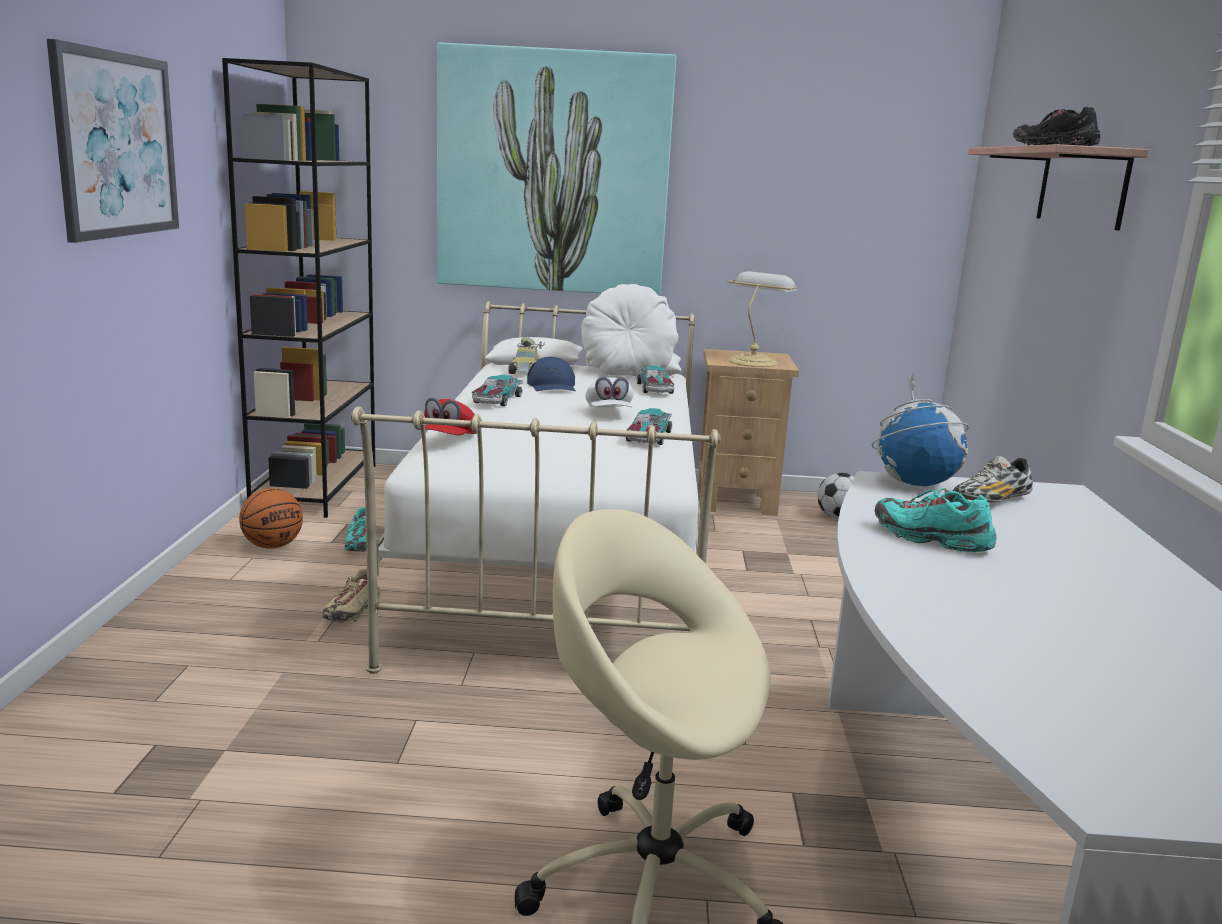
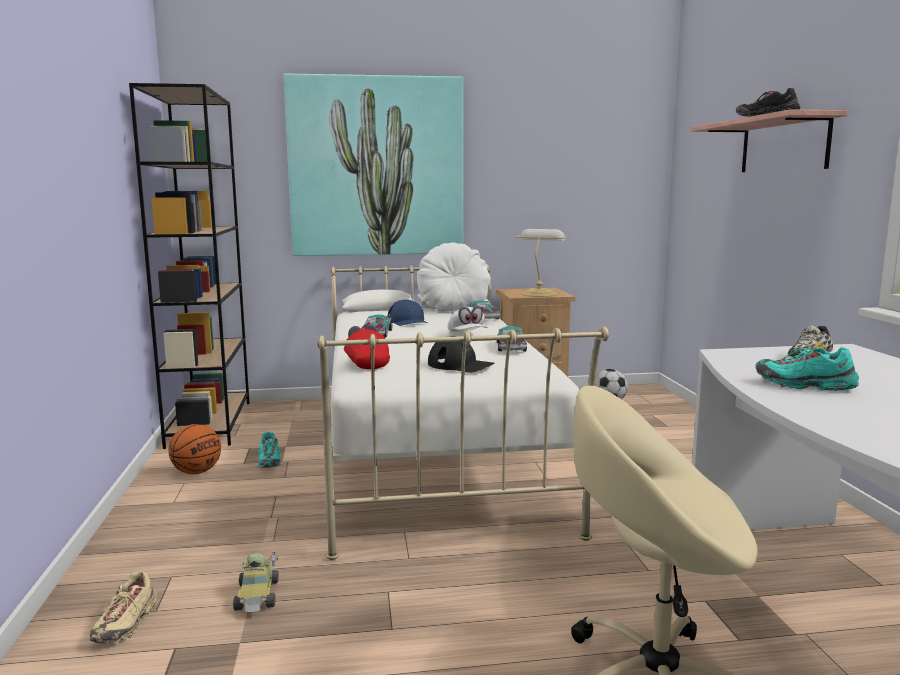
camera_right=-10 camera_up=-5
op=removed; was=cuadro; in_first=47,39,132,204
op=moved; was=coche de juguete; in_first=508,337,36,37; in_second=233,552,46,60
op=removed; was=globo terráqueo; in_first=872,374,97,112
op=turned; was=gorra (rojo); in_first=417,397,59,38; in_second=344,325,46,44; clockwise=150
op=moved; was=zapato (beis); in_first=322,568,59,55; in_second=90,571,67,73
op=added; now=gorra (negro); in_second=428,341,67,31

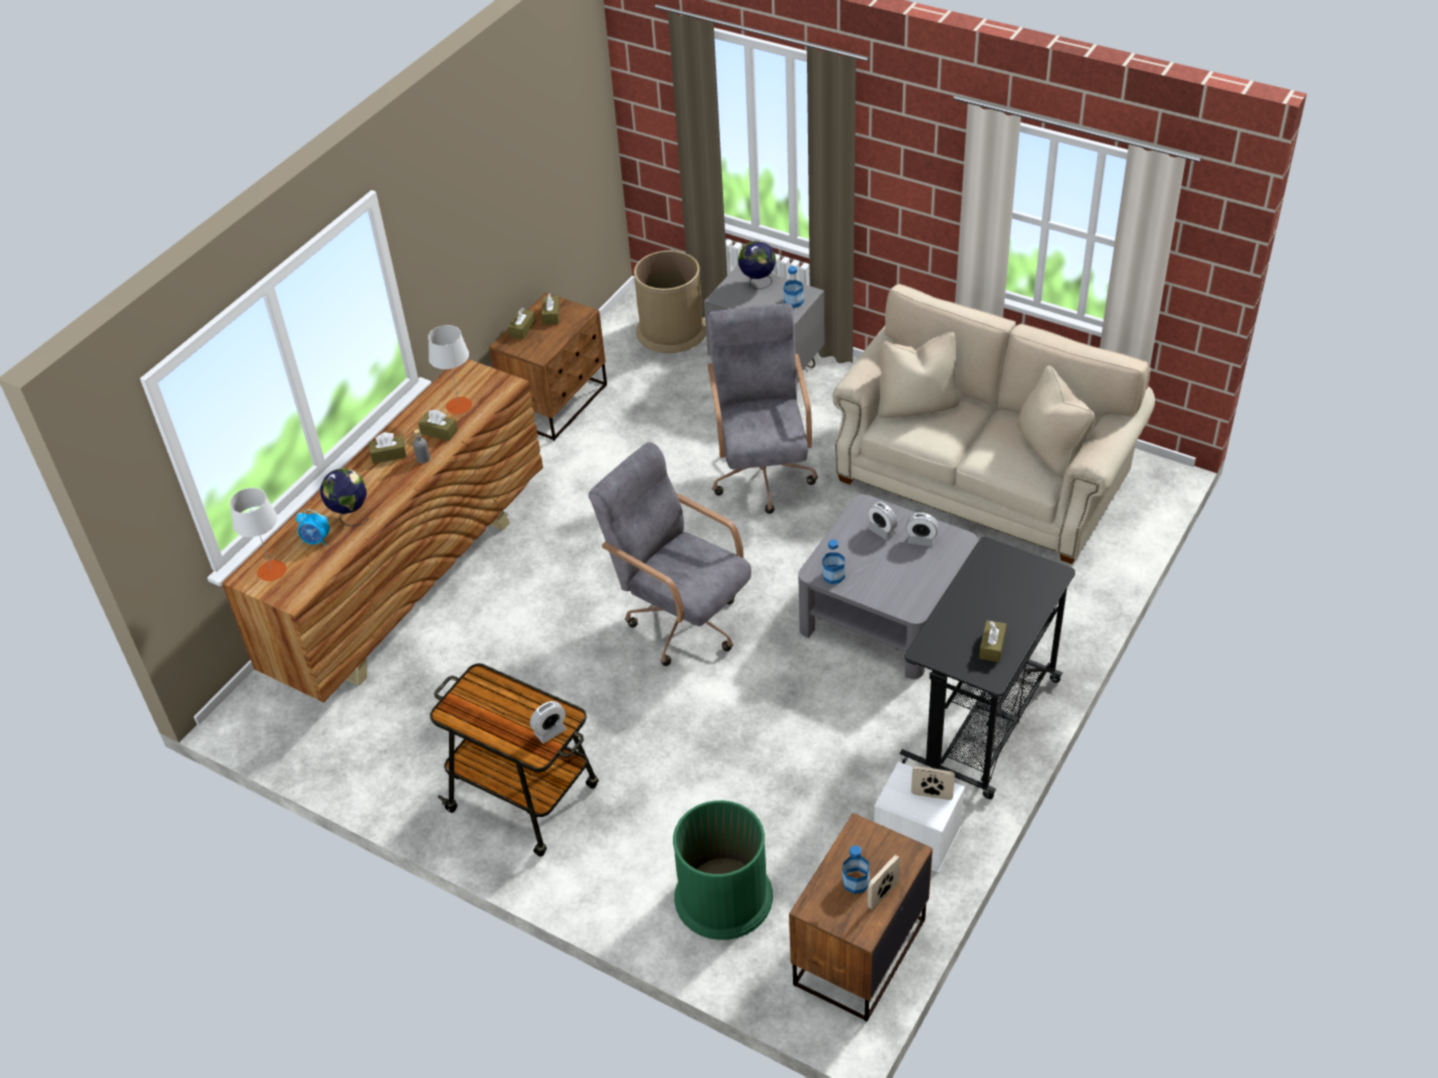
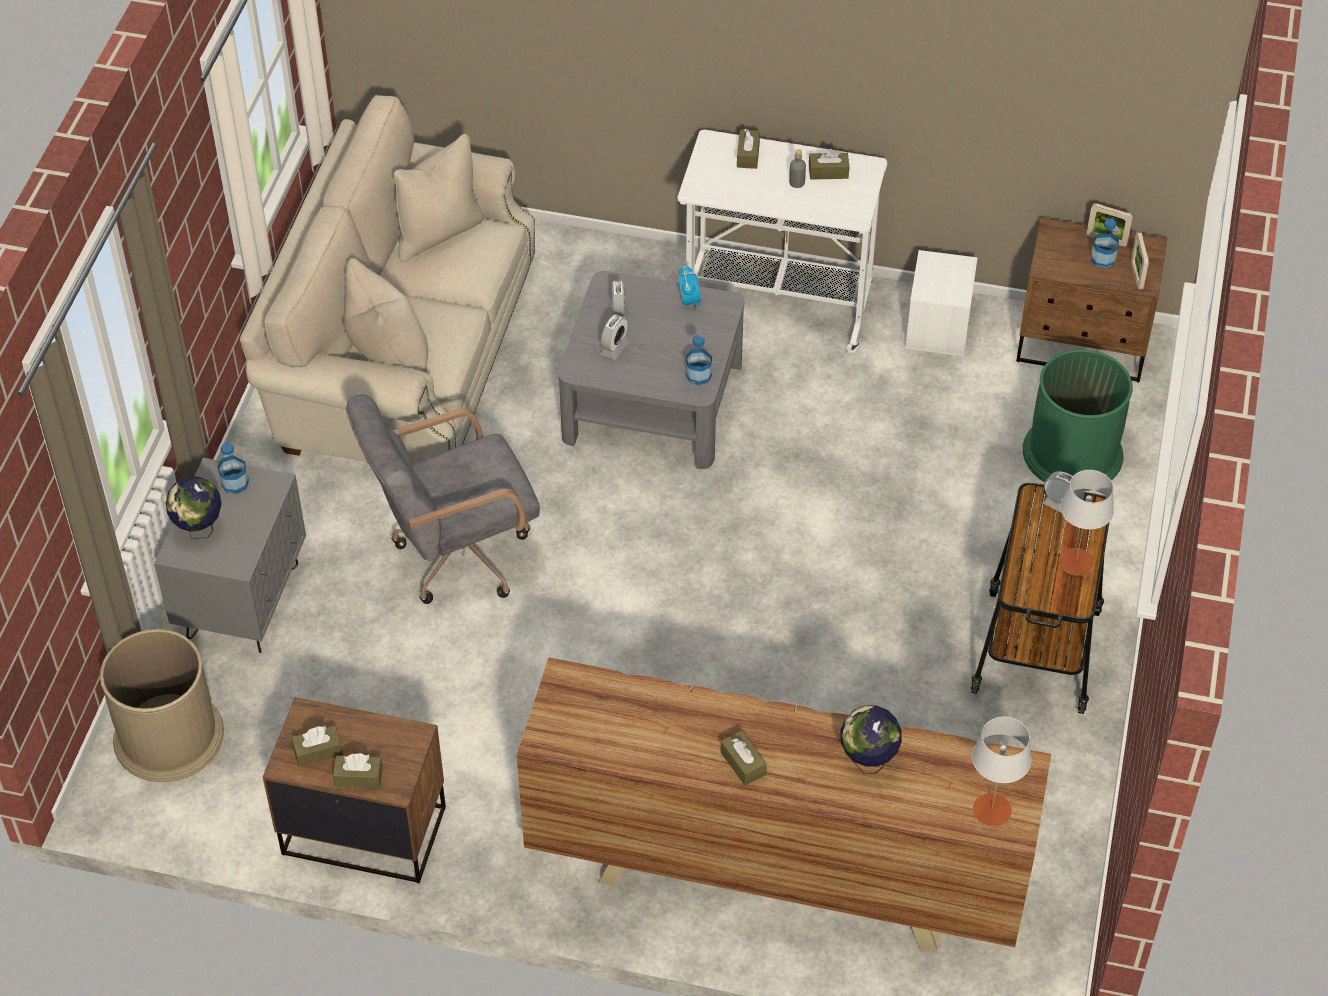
camera_right=-110 camera_up=5
op=moved; was=lámpara de mesa (gris); in_first=428,325,44,89; in_second=1059,470,55,106
op=moved; was=caja de pañuelos (marrón); in_first=418,410,40,31; in_second=737,129,23,40
op=moved; was=botella (gris); in_first=413,429,17,34; in_second=789,149,17,39
op=removed; was=silla de oficina (gris); in_first=588,442,163,224
op=moved; was=despertador; in_first=296,509,34,37; in_second=679,265,22,45
op=recoloured; was=escritorio (negro); now=escritorio (blanco); in_first=900,537,175,262; in_second=678,130,210,223
op=moved; was=portarretratos; in_first=911,766,44,34; in_second=1131,232,18,57

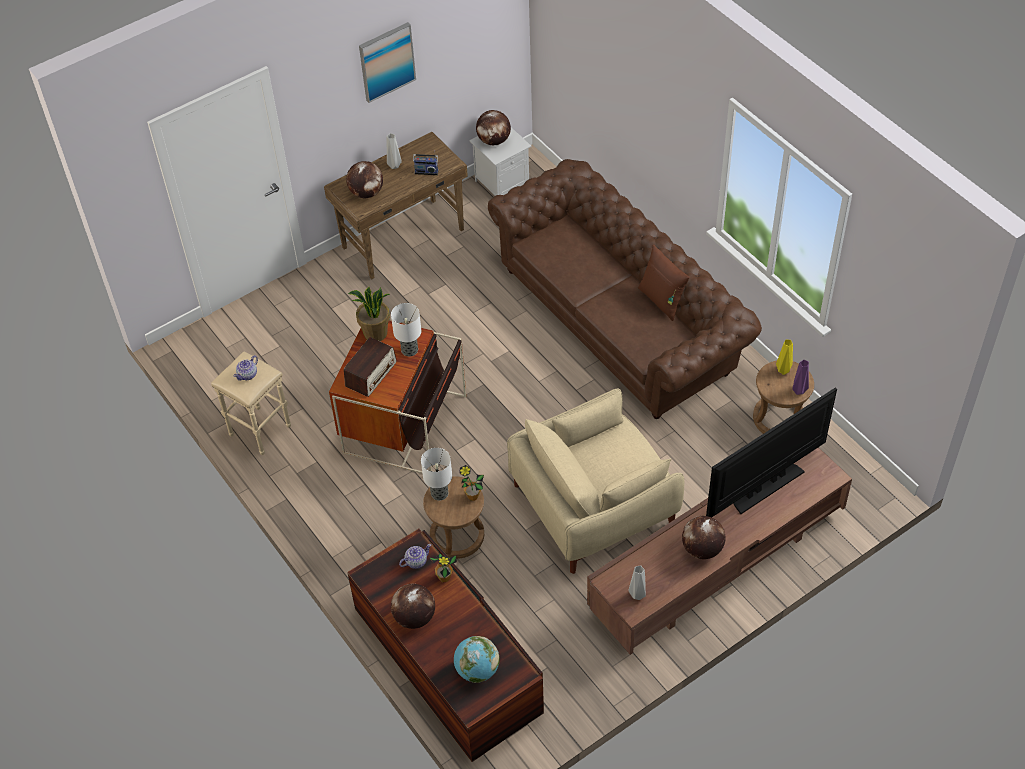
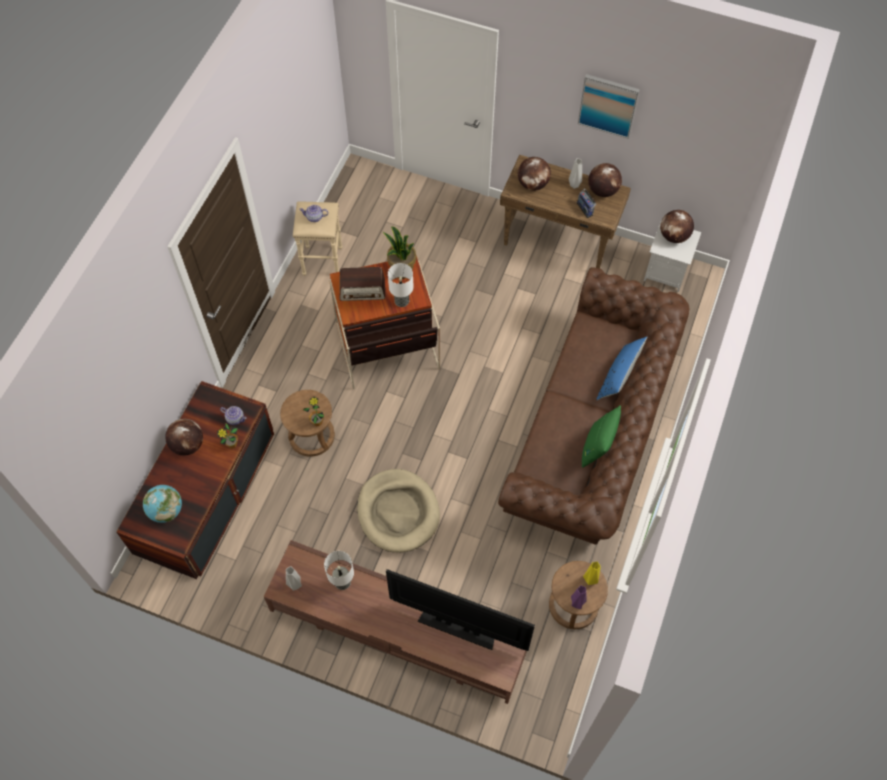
camera_right=55 camera_up=10
op=recoloured; was=cojín (marrón); now=cojín (verde); in_first=638,244,52,77; in_second=582,405,39,63
op=replaced; was=sillón (beis); now=cama para perro (beis); in_first=507,388,177,186; in_second=357,469,83,83
op=moved; was=lámpara de mesa; in_first=421,448,31,53; in_second=324,551,30,39
op=moved; was=globo terráqueo; in_first=682,516,44,43; in_second=588,163,34,34
op=added; now=cojín (azul); in_second=596,337,51,63

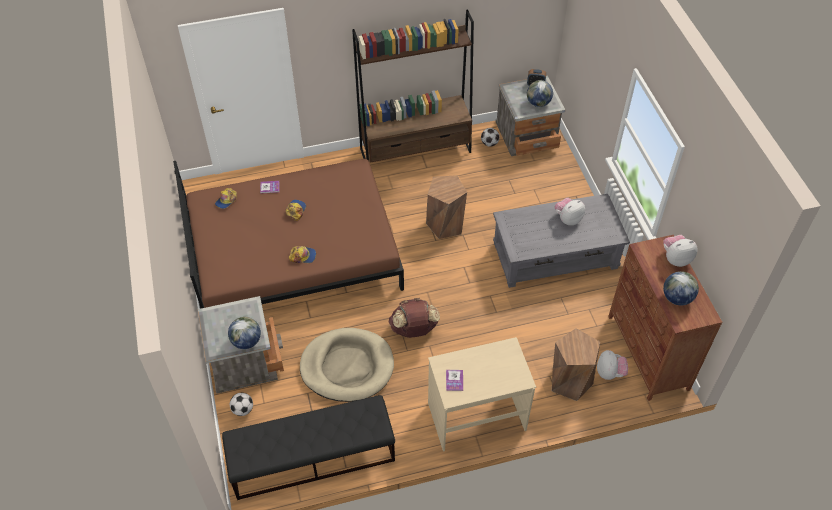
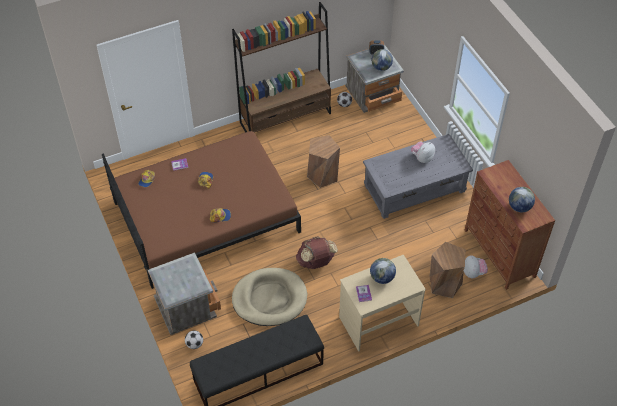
camera_right=-10 camera_up=0
op=removed; was=peluche; in_first=663,235,35,32
op=moved; was=globo terráqueo; in_first=228,317,33,32; in_second=370,258,26,26

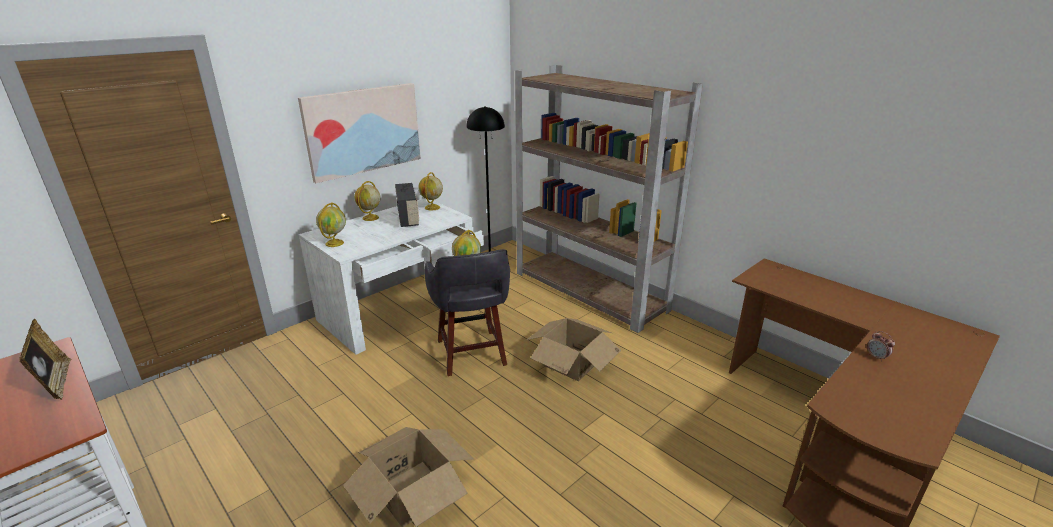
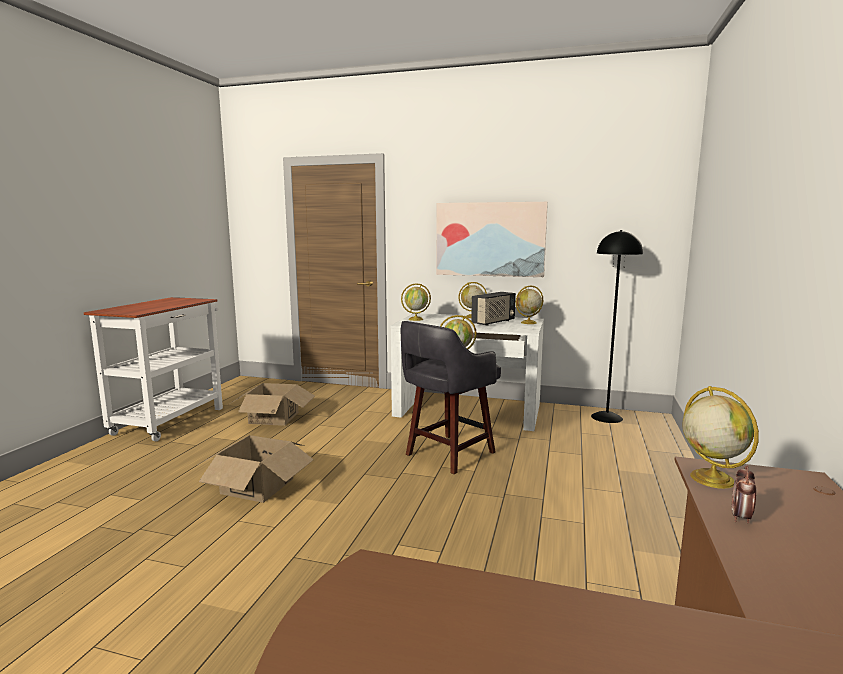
camera_right=60 camera_up=-15
op=removed; was=estantería (marrón); in_first=515,65,188,268
op=moved; was=caja de cartón; in_first=526,318,95,63; in_second=231,383,84,43
op=removed; was=portarretratos; in_first=19,319,52,81
op=moved; was=despertador; in_first=867,331,28,31; in_second=731,465,25,59
op=added; now=globo terráqueo; in_second=682,386,77,103

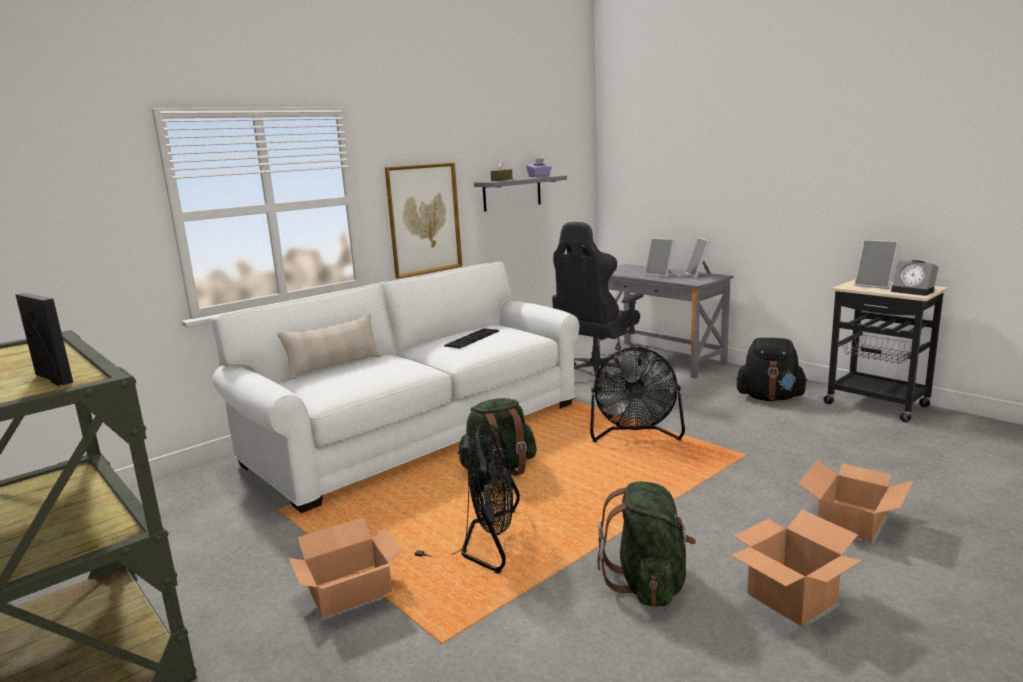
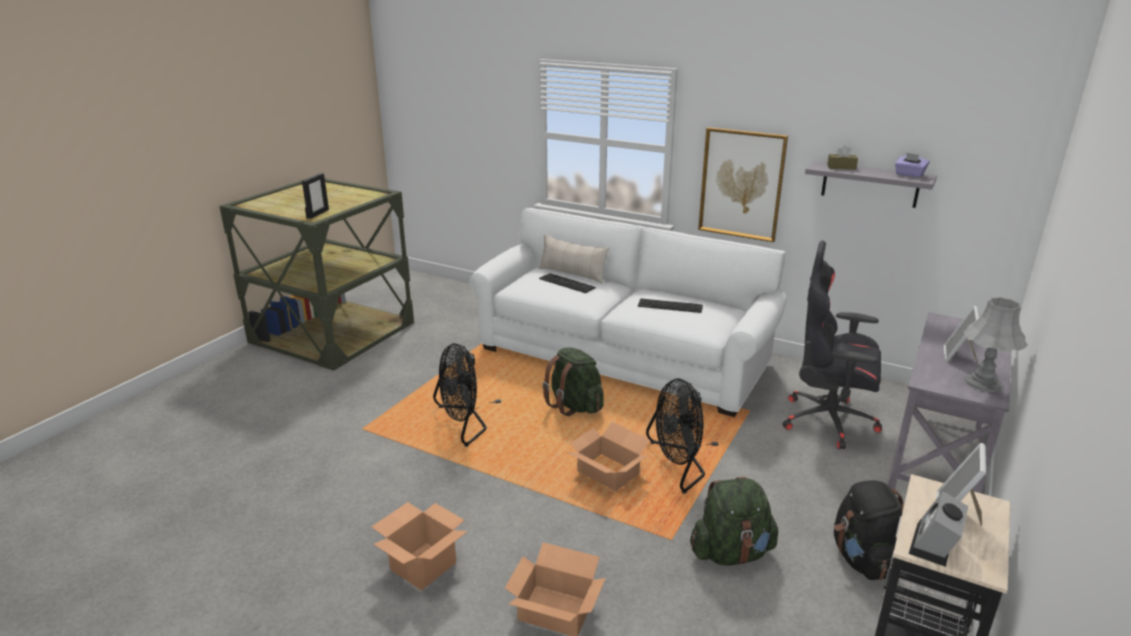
camera_right=70 camera_up=10
op=replaced; was=portarretratos; now=lámpara de mesa (gris); in_first=685,237,27,41; in_second=964,297,64,95
op=turned; was=ventilador (negro); in_first=414,423,106,151; in_second=433,343,69,104; clockwise=75
op=moved; was=mochila (verde); in_first=597,481,99,126; in_second=690,477,89,89
op=moved; was=caja de cartón; in_first=288,517,114,101; in_second=567,422,83,70
op=added; now=teclado; in_second=539,273,57,20

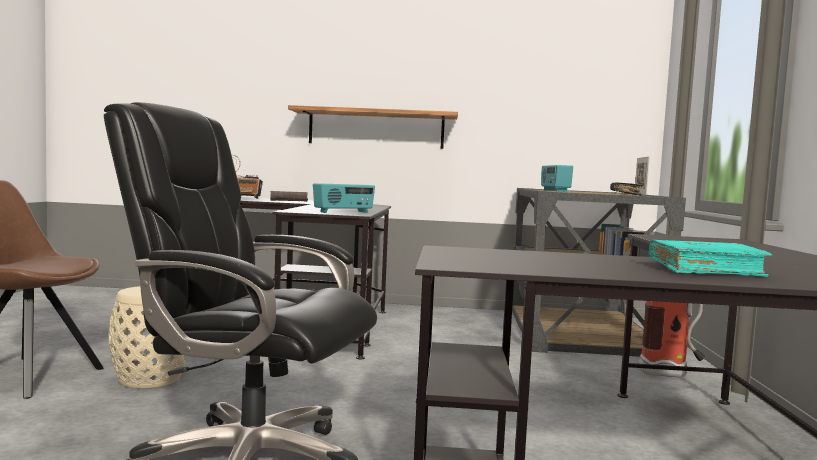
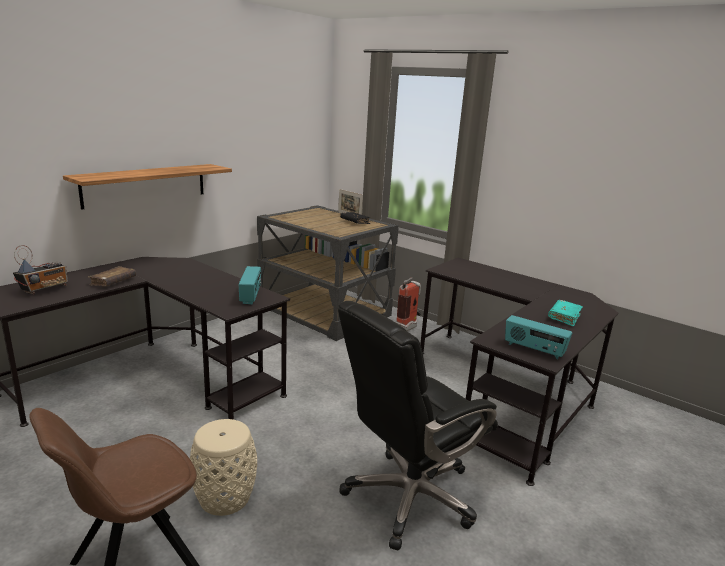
camera_right=-55 camera_up=15
op=moved; was=radio; in_first=541,165,32,27; in_second=505,315,67,44

